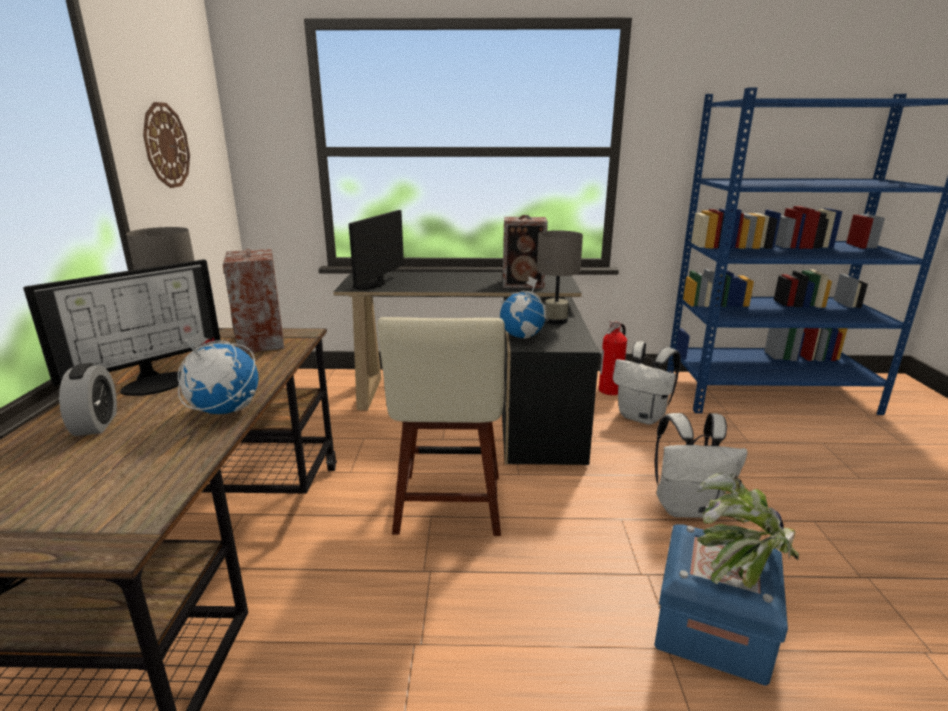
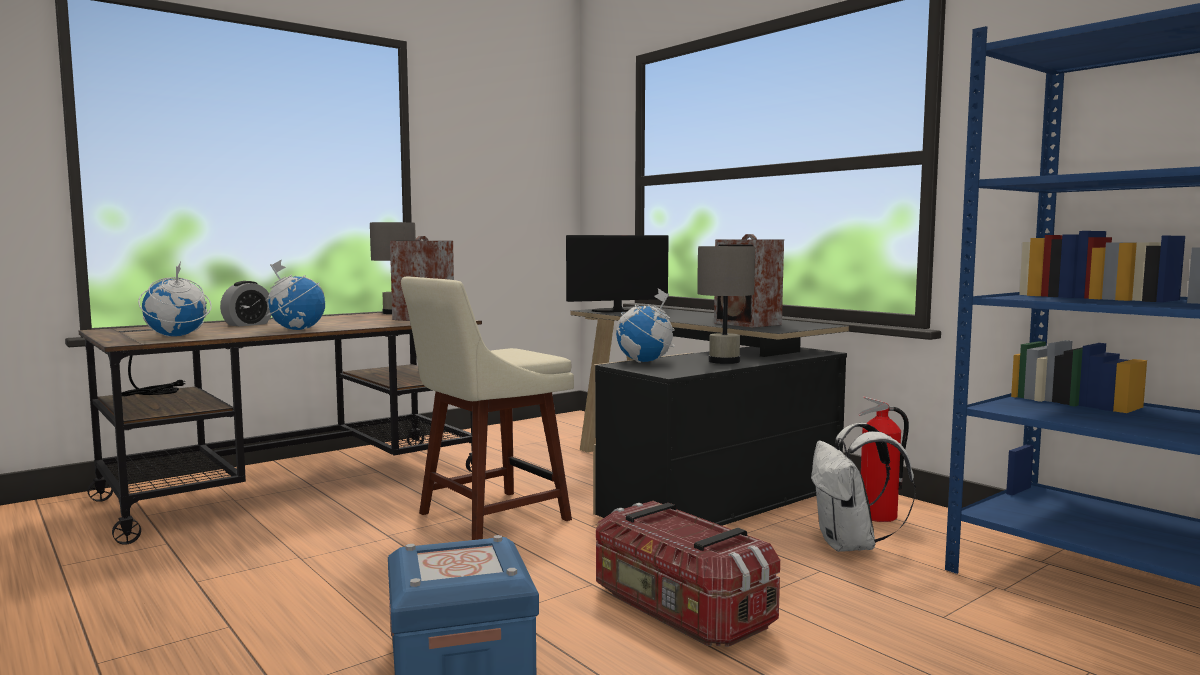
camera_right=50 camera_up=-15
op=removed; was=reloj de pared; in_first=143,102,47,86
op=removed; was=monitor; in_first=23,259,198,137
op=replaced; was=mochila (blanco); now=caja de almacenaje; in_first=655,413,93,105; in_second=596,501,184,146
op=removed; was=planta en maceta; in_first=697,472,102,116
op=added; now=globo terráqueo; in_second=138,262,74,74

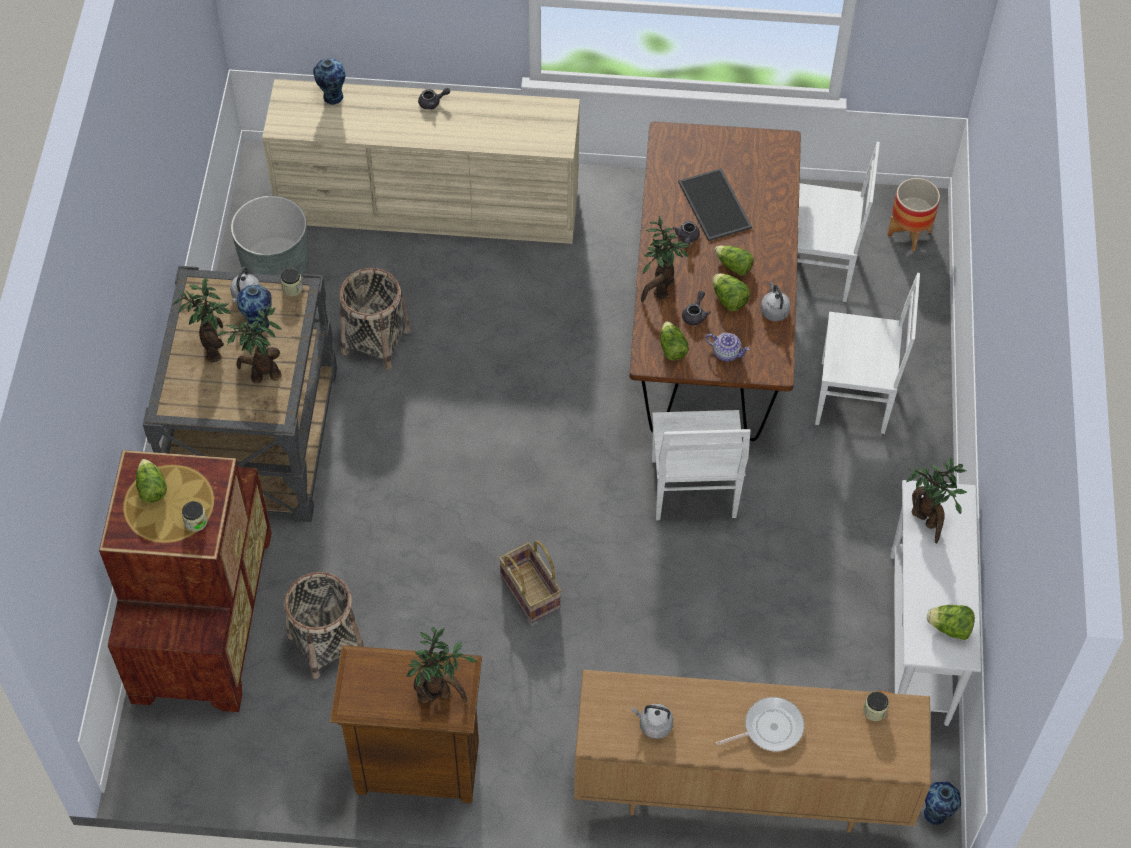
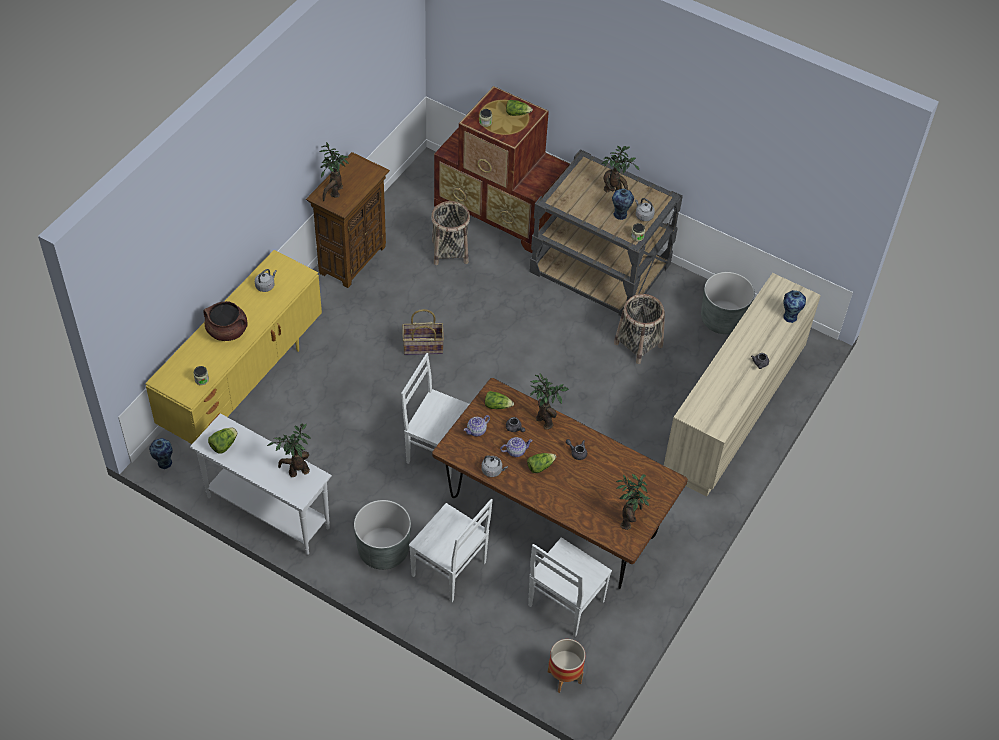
camera_right=115 camera_up=-5
op=removed; was=bandeja; in_first=678,168,74,73
op=replaced; was=lechuga; now=tetera; in_first=712,273,38,38; in_second=500,437,33,20
op=turned; was=silla (blanco); in_first=815,273,105,161; in_second=409,499,84,103; clockwise=-90
op=moved; was=planta en maceta; in_first=217,307,65,77; in_second=616,474,34,56
op=recoloured; was=cómoda (marrón); now=cómoda (amarillo); in_first=574,670,357,163; in_second=145,250,177,194
op=replaced; was=sartén; now=olla (marrón); in_first=716,697,88,54; in_second=203,301,45,40
op=added; now=maceta (gris); in_second=354,500,57,70

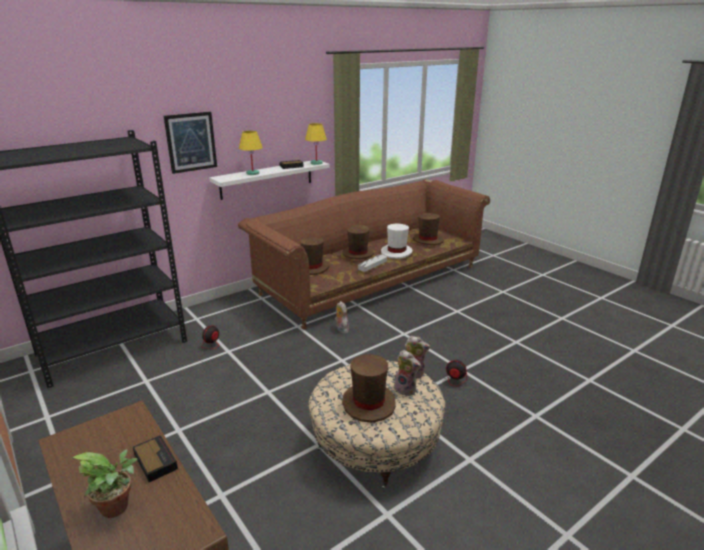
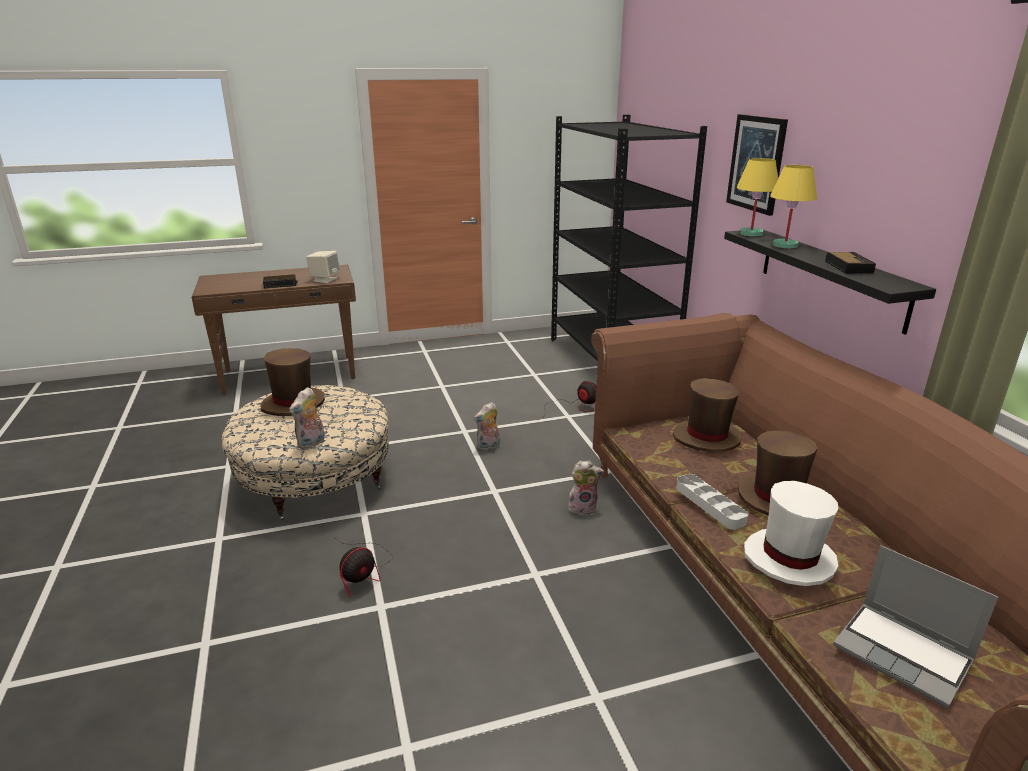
camera_right=110 camera_up=0
op=moved; was=lámpara de mesa (amarillo); in_first=305,123,22,42; in_second=737,158,41,78
op=recoloured; was=estante (blanco); now=estante (negro); in_first=209,161,121,39; in_second=724,229,212,106
op=replaced; was=sombrero (marrón); now=portátil; in_first=413,213,31,32; in_second=833,545,165,163
op=moved; was=peluche; in_first=394,350,27,46; in_second=474,402,26,49
op=removed; was=planta en maceta; in_first=71,449,67,69
op=added; now=altavoz (beis); in_second=306,251,34,32

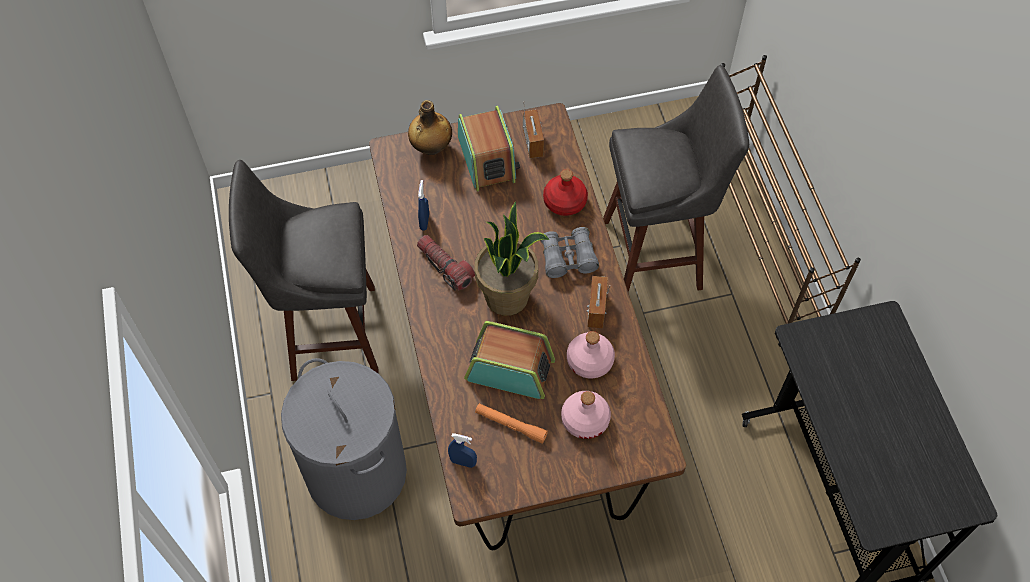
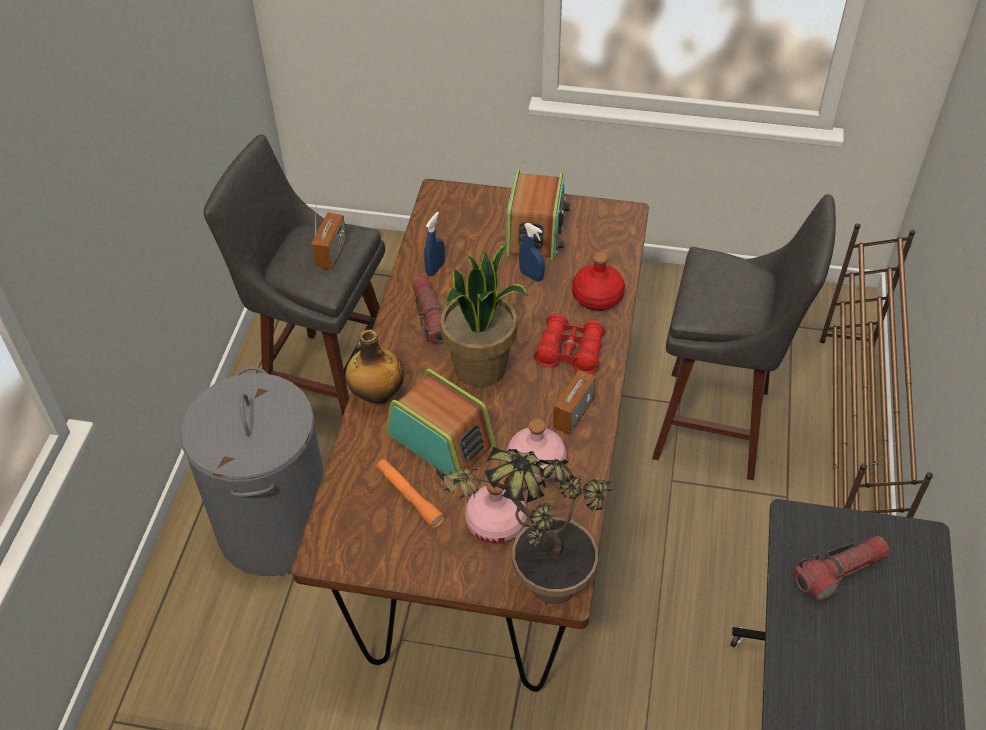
camera_right=25 camera_up=-10
op=moved; was=botella; in_first=408,100,44,55; in_second=345,329,59,75
op=moved; was=radio; in_first=523,101,21,57; in_second=311,194,36,76
op=recoloured; was=prismáticos (gris); now=prismáticos (rojo); in_first=540,227,59,51; in_second=534,314,72,60
op=moved; was=pulverizador (azul); in_first=448,433,29,35; in_second=519,223,26,59
op=added; now=planta en maceta; in_second=430,447,181,157
op=added; now=linterna; in_second=793,536,97,64

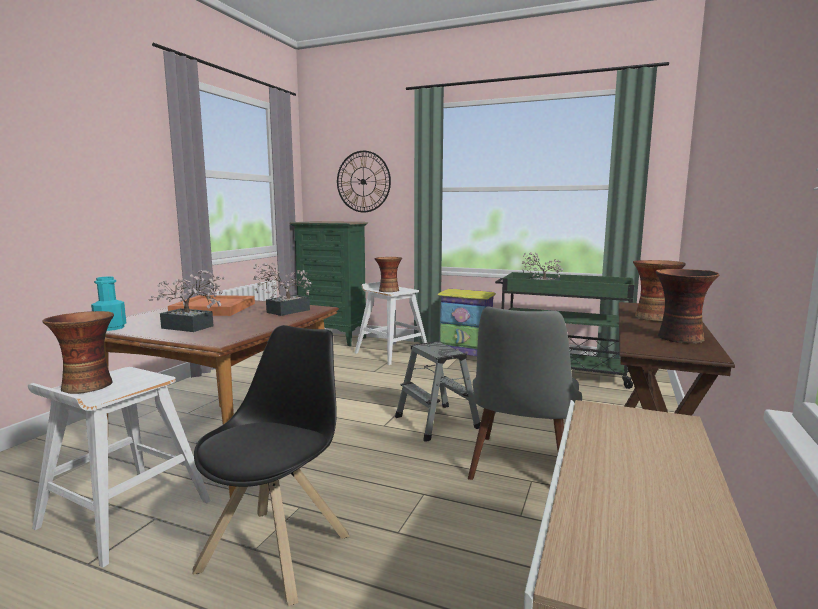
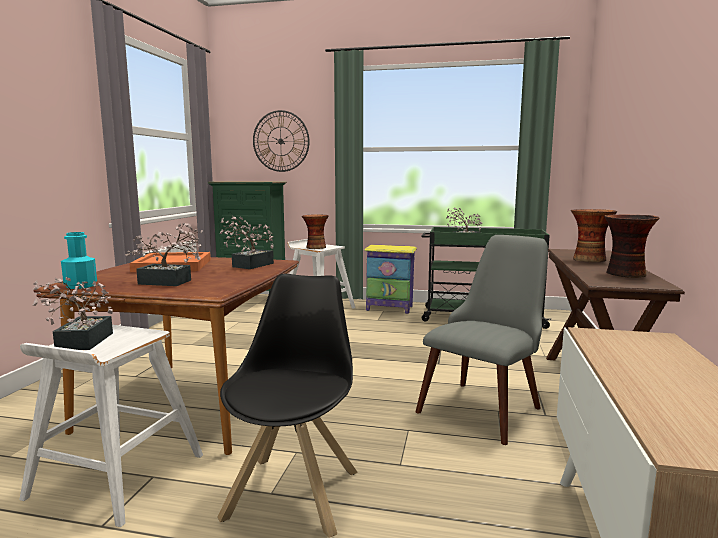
camera_right=-10 camera_up=0
op=turned; was=silla (gris); in_first=468,306,114,174; in_second=416,235,132,210; clockwise=-150
op=replaced; was=florero; now=planta en maceta; in_first=42,311,72,83; in_second=32,277,81,73
op=removed; was=escalera de tijera (gris); in_first=395,341,86,101

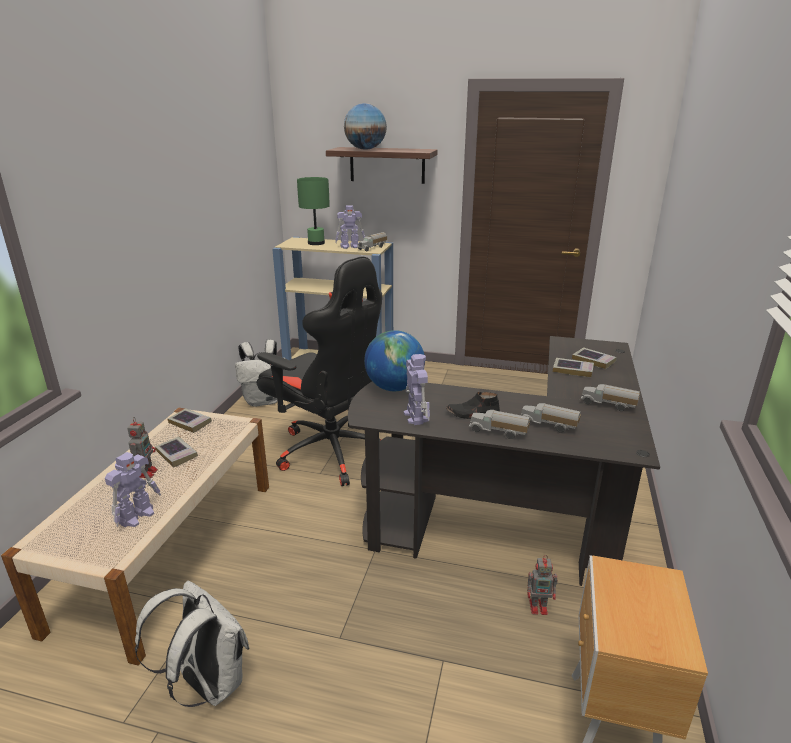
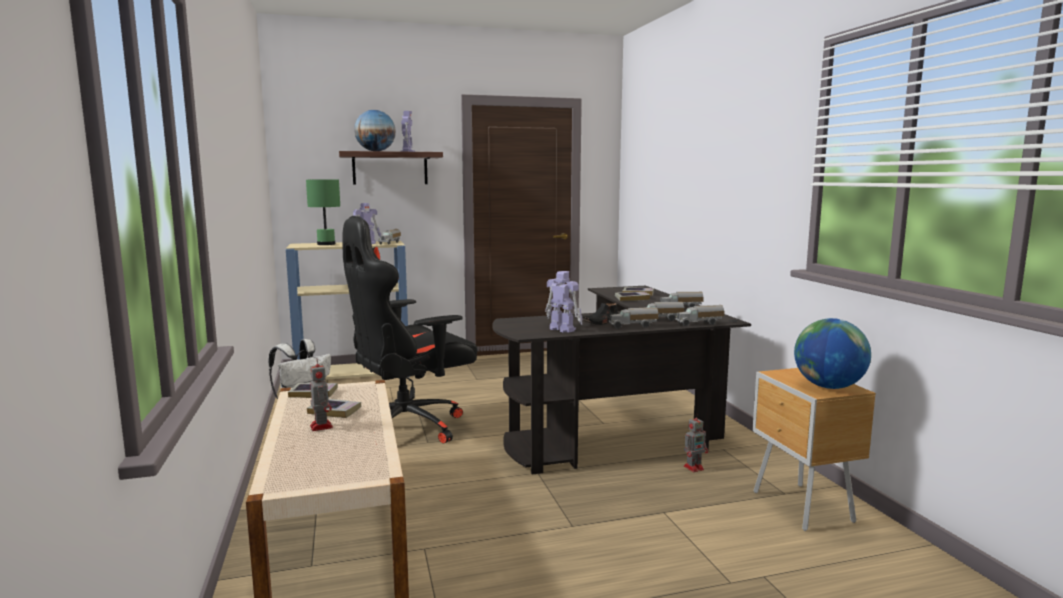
camera_right=-30 camera_up=-15
op=turned; was=silla de oficina (negro); in_first=257,257,125,229; in_second=342,216,135,235; clockwise=135
op=moved; was=globo terráqueo; in_first=364,330,61,61; in_second=794,318,77,71
op=moved; was=robot de juguete; in_first=105,452,56,75; in_second=400,111,15,41
op=removed; was=mochila (blanco); in_first=135,580,114,127
op=added; now=camión de juguete; in_second=675,305,50,21

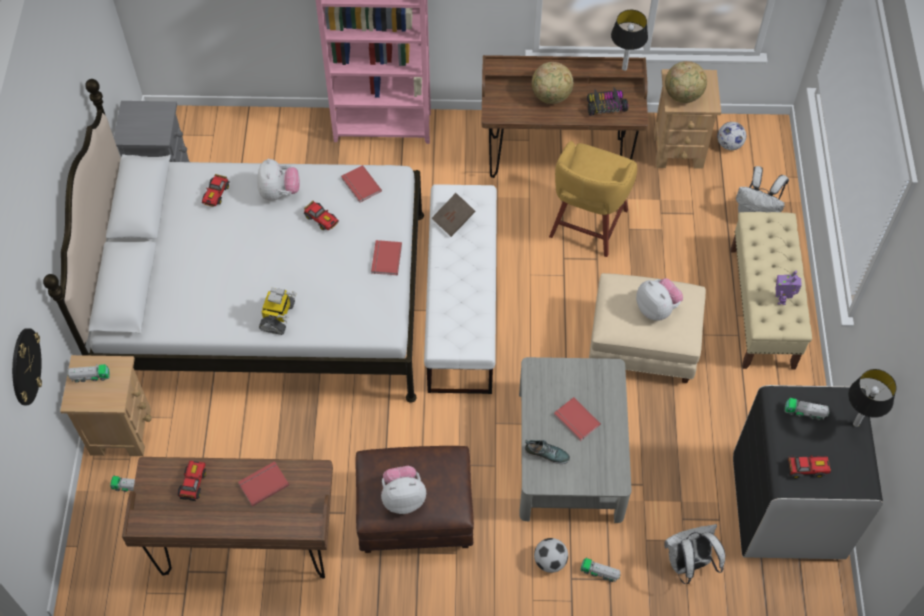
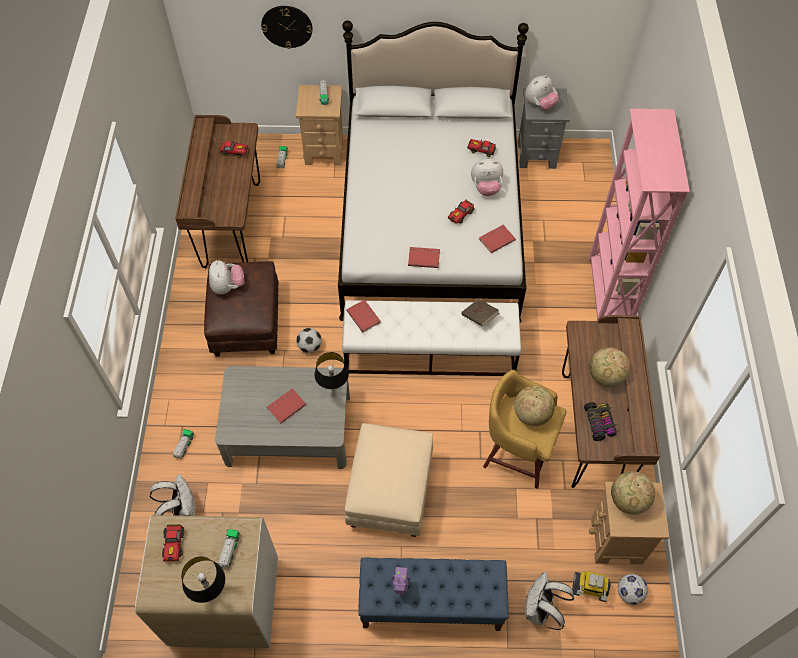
camera_right=90 camera_up=0
op=moved; was=lámpara de mesa; in_first=611,10,37,61; in_second=314,352,35,45
op=recoloured; was=banco (beis); now=banco (azul); in_first=730,212,82,158; in_second=358,558,151,73
op=moved; was=peluche; in_first=636,278,47,43; in_second=525,75,34,35
op=moved; was=robot de juguete; in_first=259,287,38,48; in_second=572,571,39,31
op=recoloured; was=cómoda (negro); now=cómoda (beis); in_first=733,385,150,174; in_second=135,515,143,134
op=removed; was=zapato; in_first=525,440,45,24
op=moved; was=libro (rojo); in_first=238,461,51,45; in_second=346,300,35,33
op=moved; was=balón de fútbol; in_first=534,538,34,35; in_second=296,328,26,25
op=added; now=globo terráqueo; in_second=514,386,41,40

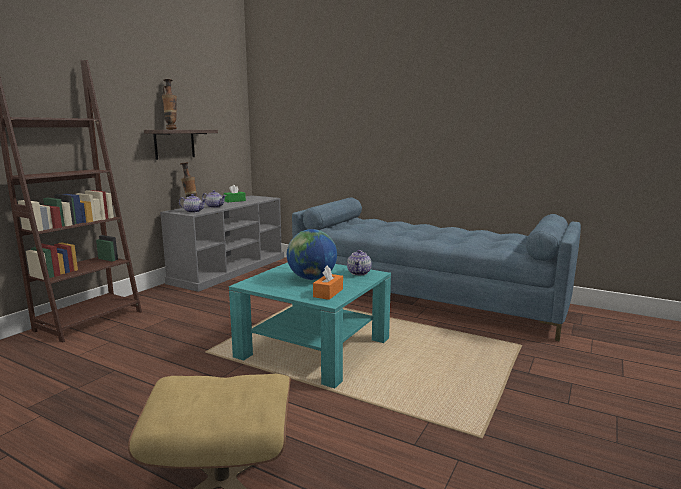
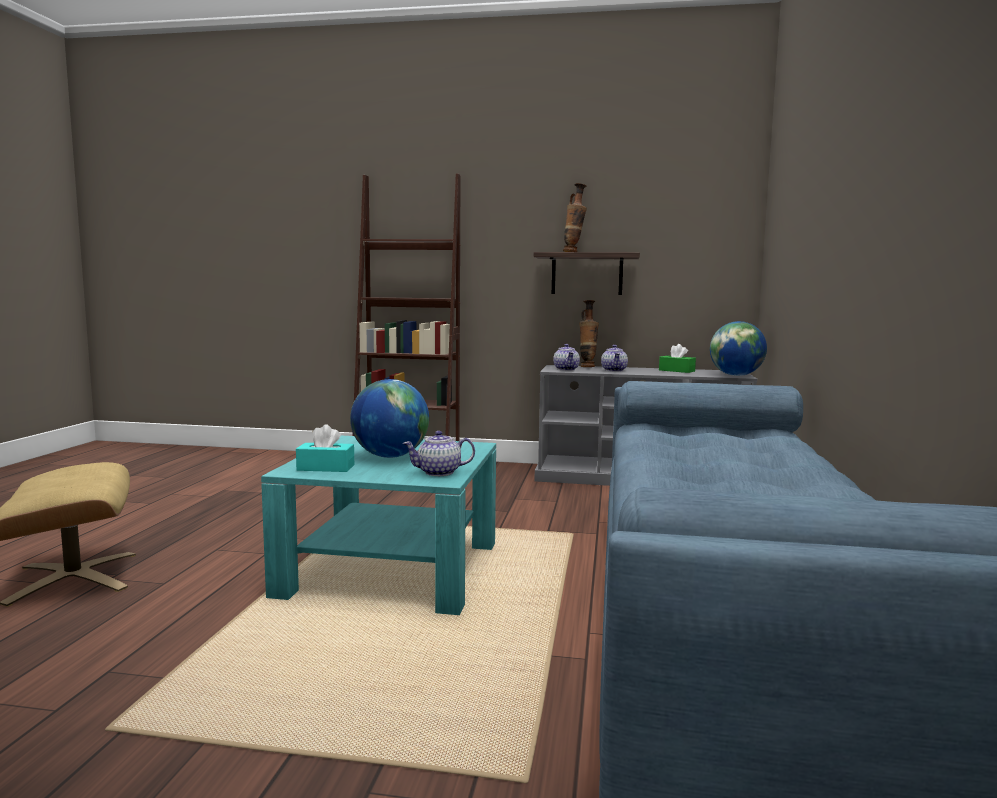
camera_right=70 camera_up=-5
op=recoloured; was=caja de pañuelos (naranja); now=caja de pañuelos (turquesa); in_first=313,265,30,35; in_second=296,424,58,48
op=added; now=globo terráqueo; in_second=710,321,57,55

